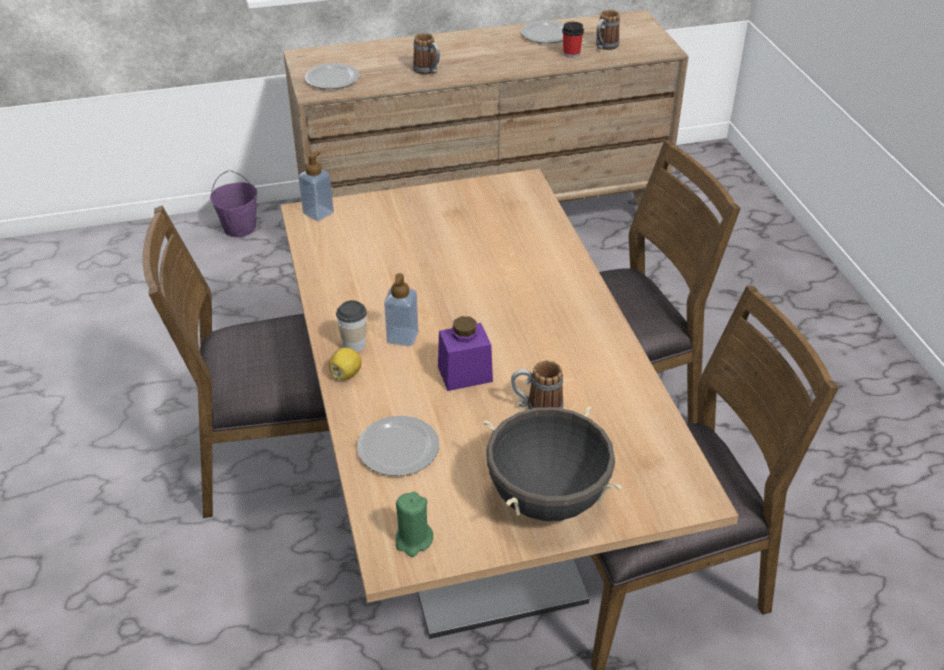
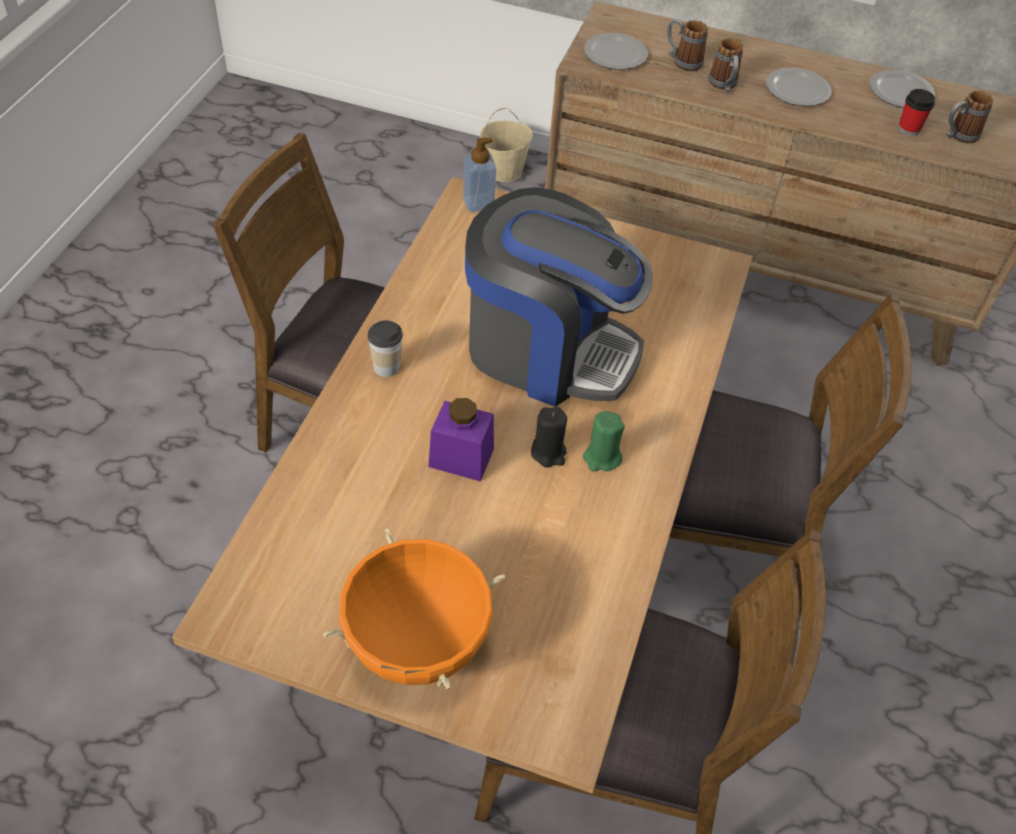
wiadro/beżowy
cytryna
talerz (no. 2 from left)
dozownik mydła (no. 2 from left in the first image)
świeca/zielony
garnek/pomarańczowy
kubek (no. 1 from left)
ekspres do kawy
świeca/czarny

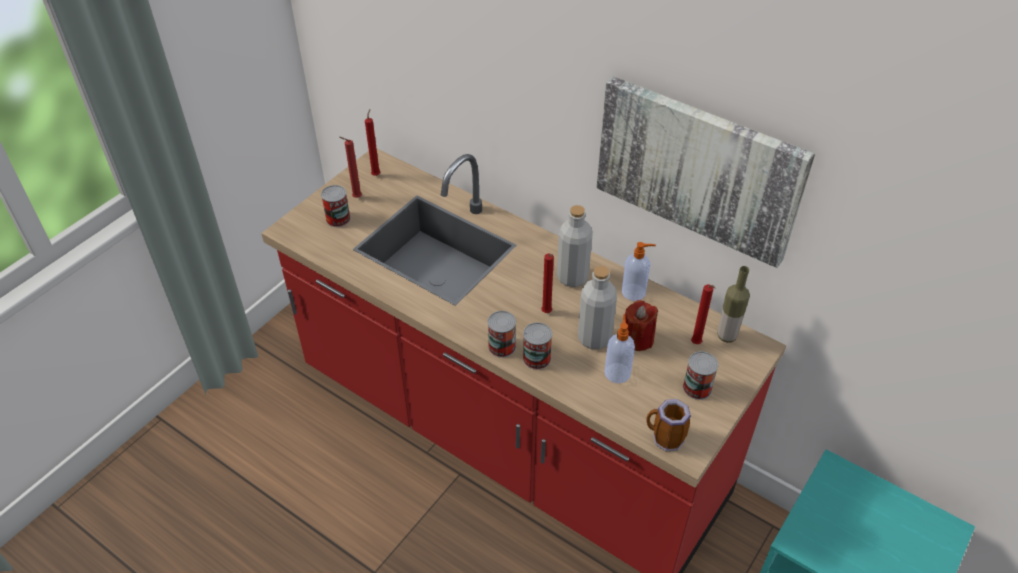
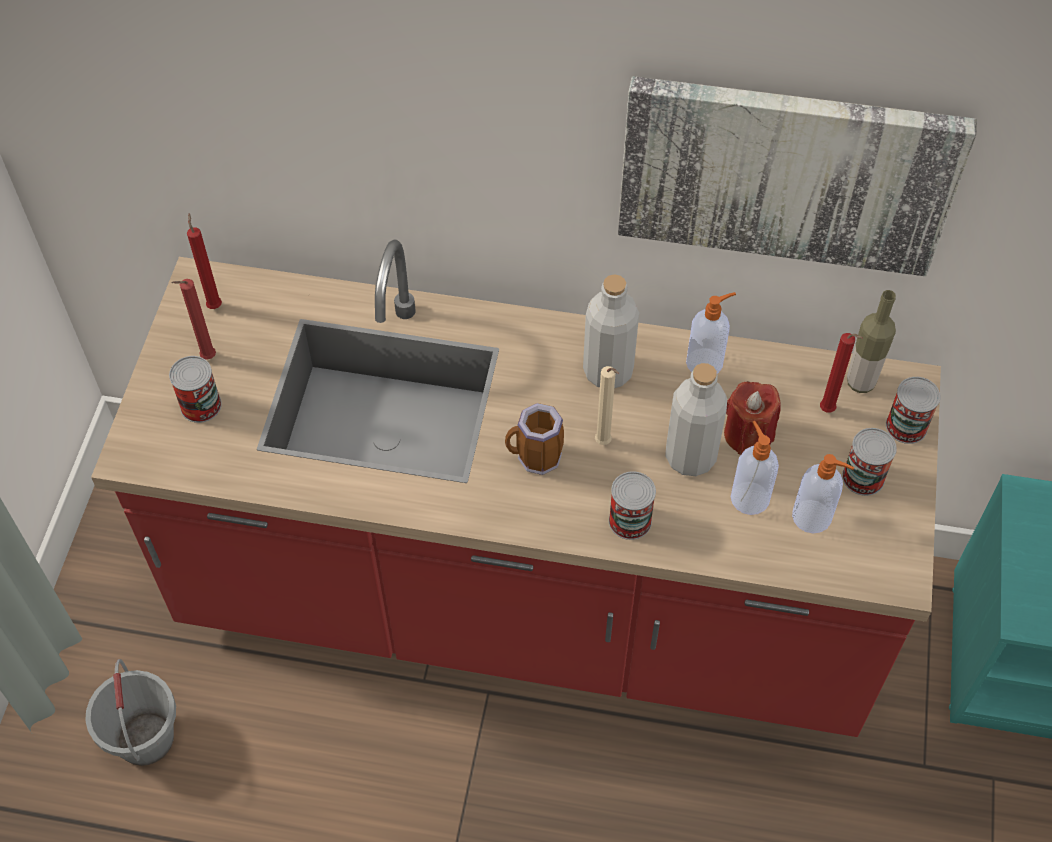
puszka (no. 4 from left)
świeca/beżowy
kubek
wiadro/szary
dozownik mydła (no. 3 from left)

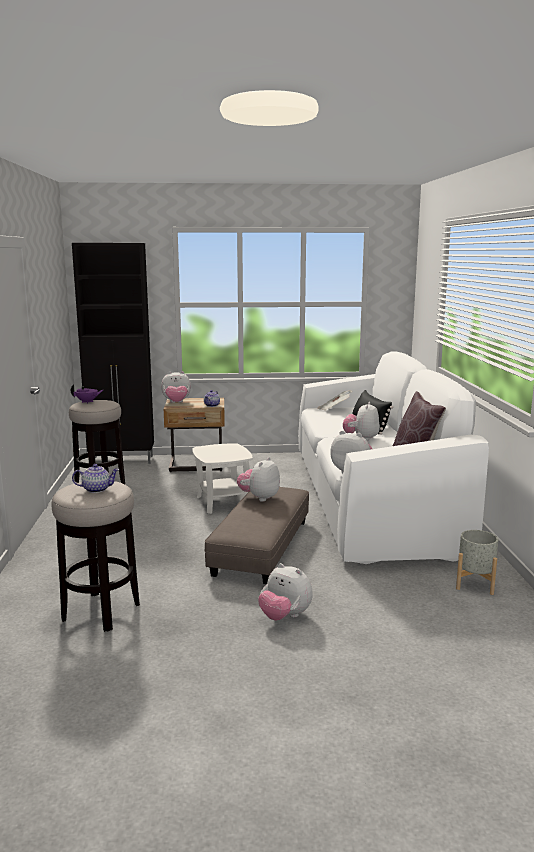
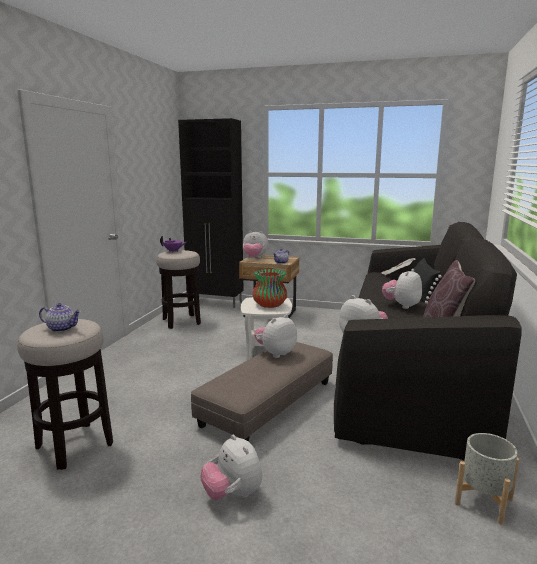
kanapa/czarny
wazon

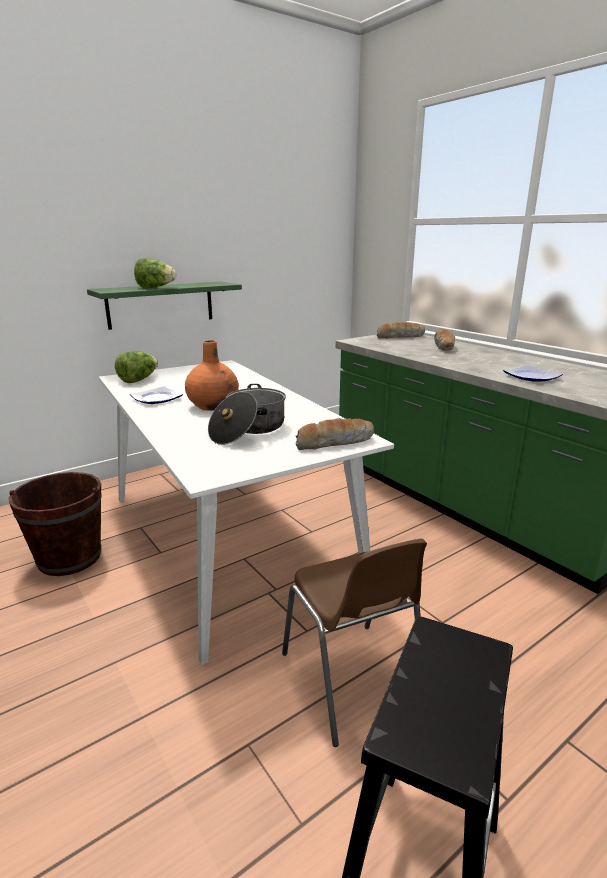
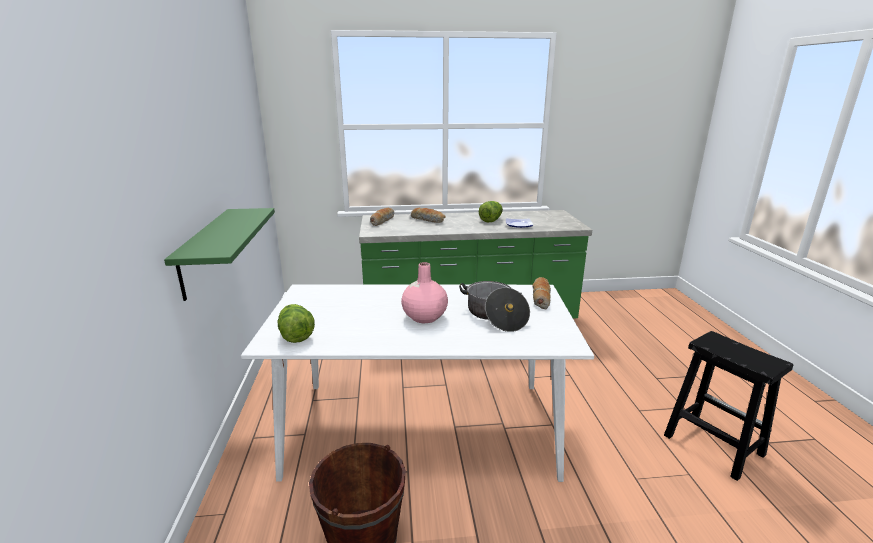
talerz (no. 1 from left in the first image)
sałata (no. 2 from left)
wazon/różowy
krzesło/brązowy

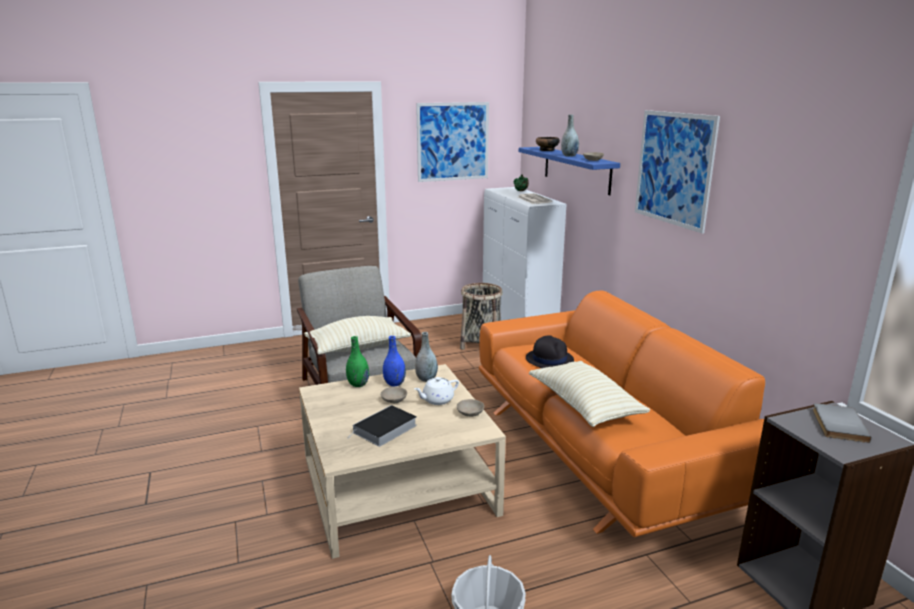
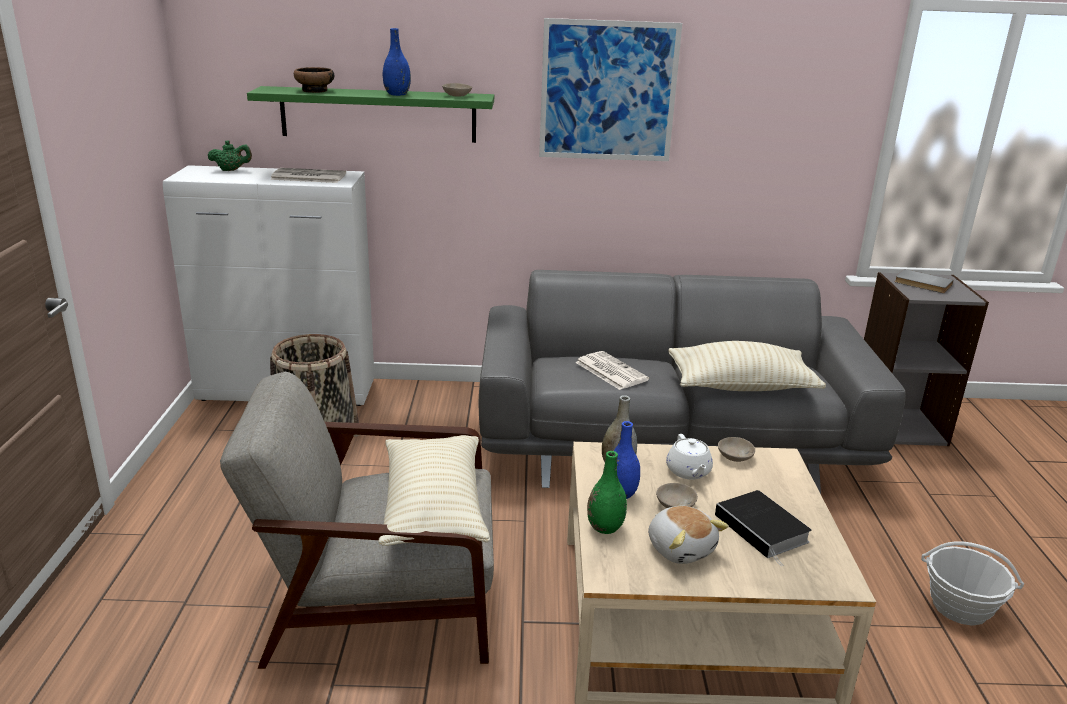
obraz (no. 1 from left in the first image)
kanapa/szary
półka/zielony
gazeta (no. 2 from left)
wazon/niebieski (no. 1 from left)
pluszak

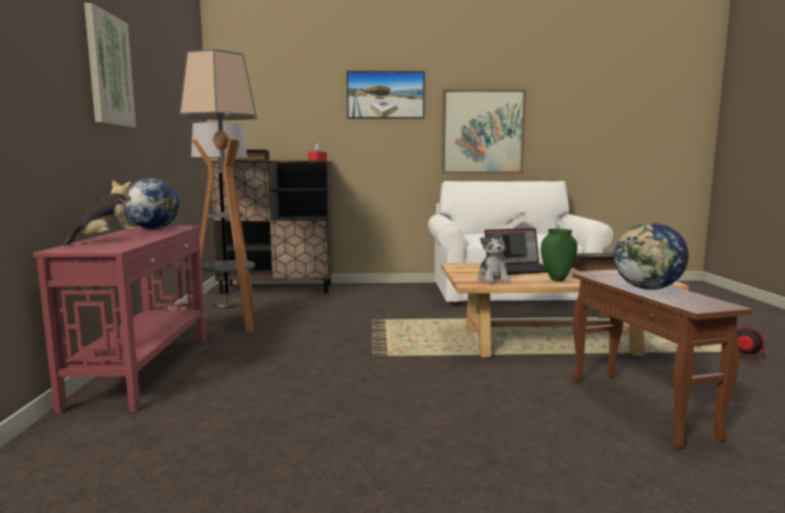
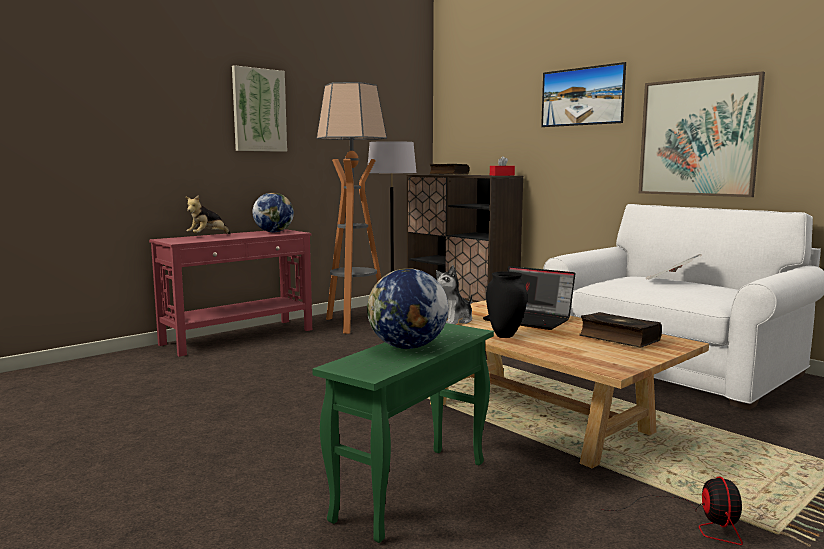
pluszak (no. 1 from left)
wazon/czarny
stolik/zielony

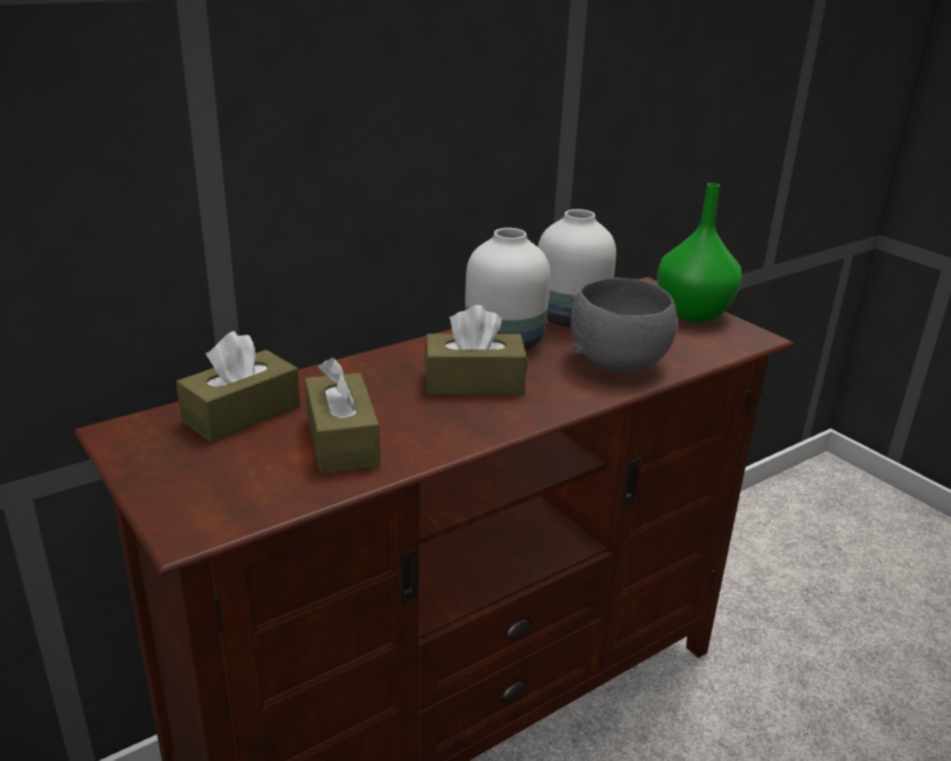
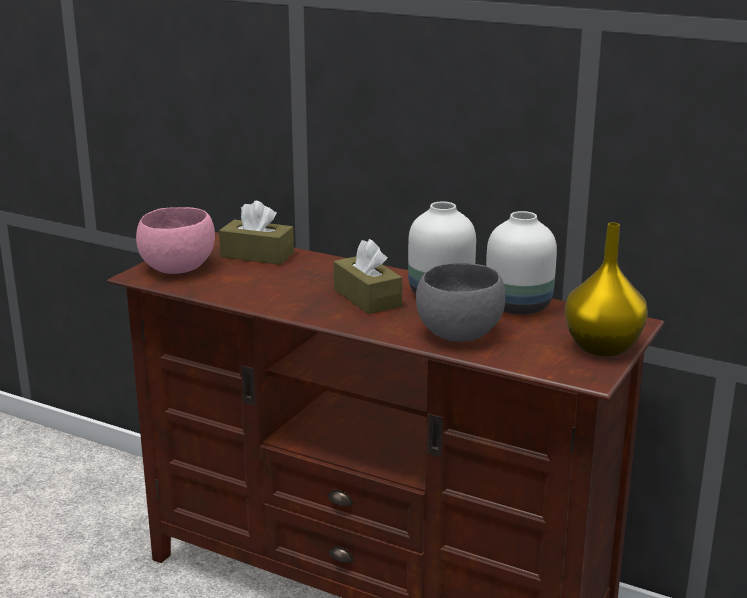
pudełko chusteczek/brązowy (no. 2 from left in the first image)
wazon/żółty
miska/różowy

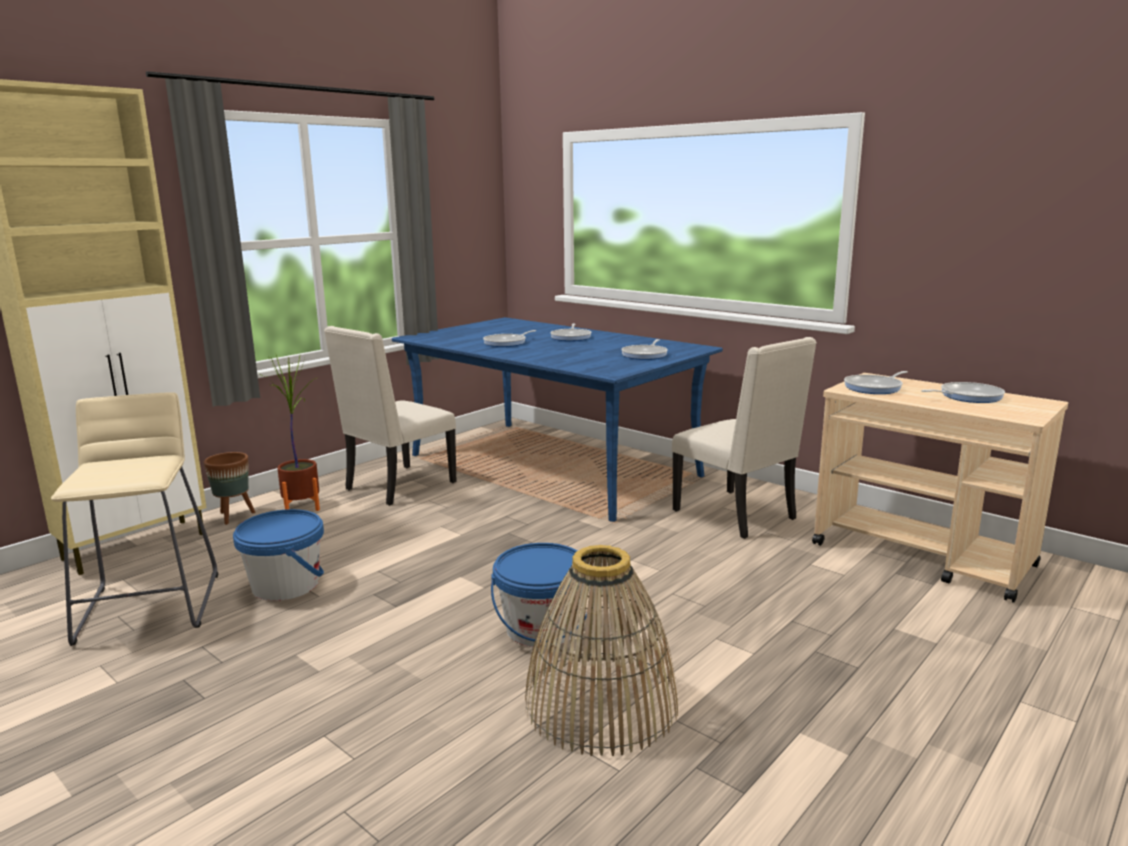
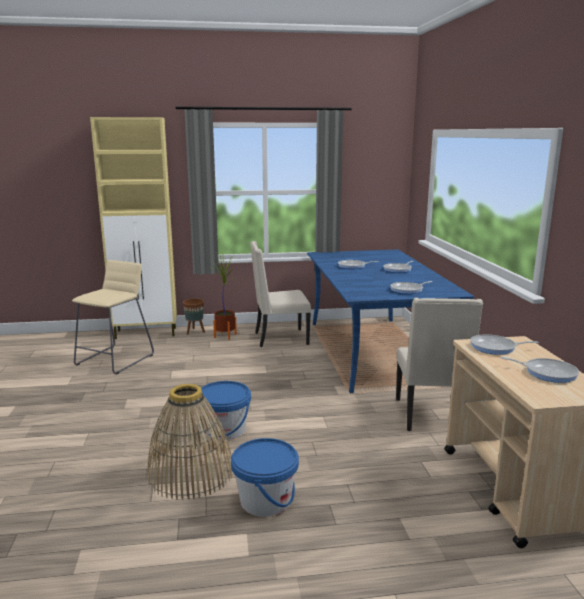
wiadro/niebieski (no. 2 from left)

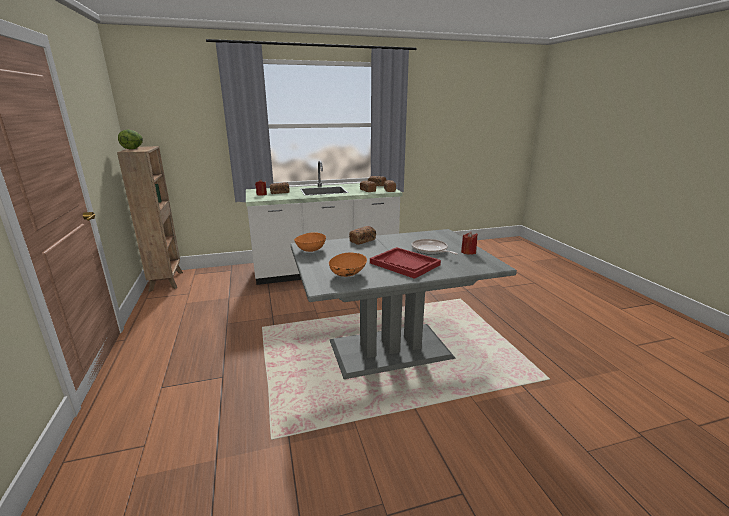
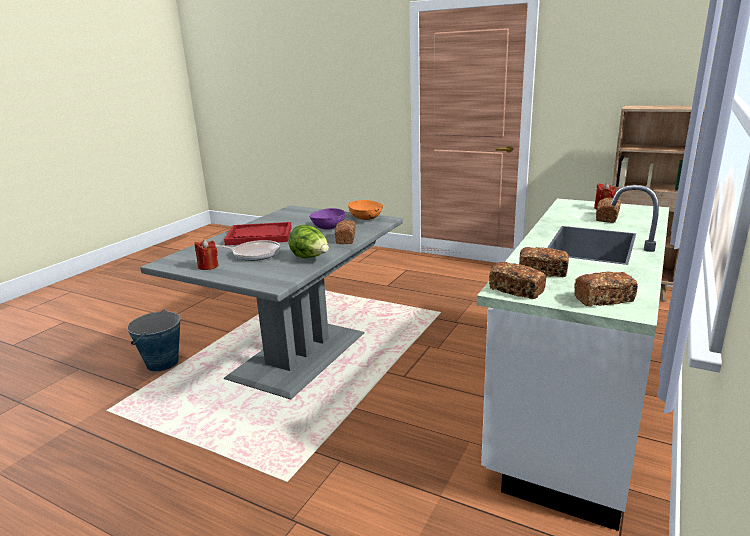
sałata
miska/pomarańczowy (no. 2 from left in the first image)
wiadro
miska/fioletowy

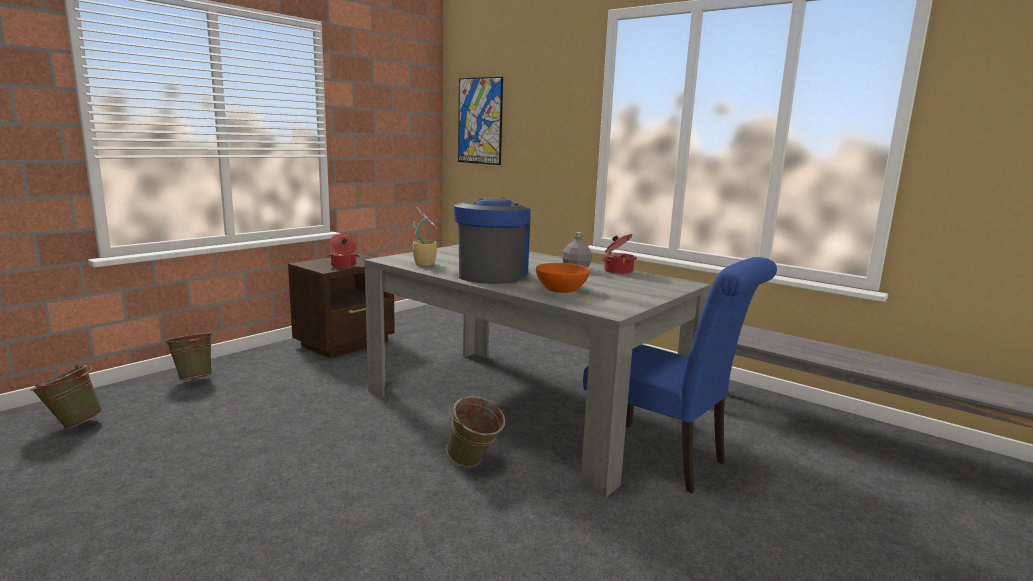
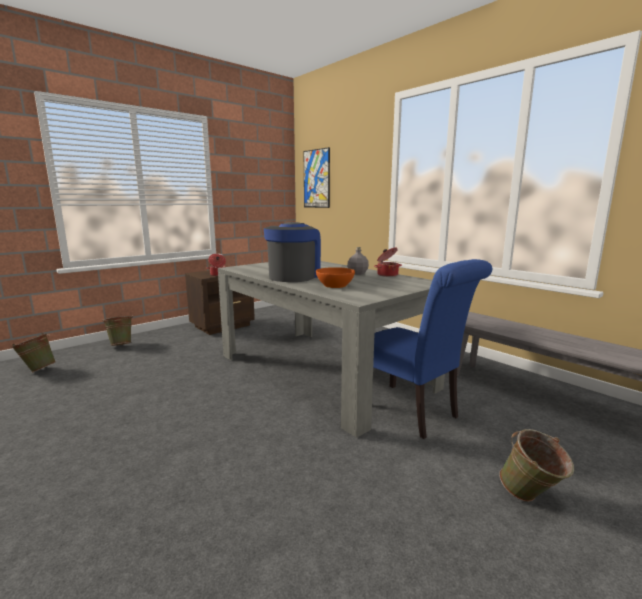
roślina doniczkowa
wiadro/zielony (no. 3 from left)

